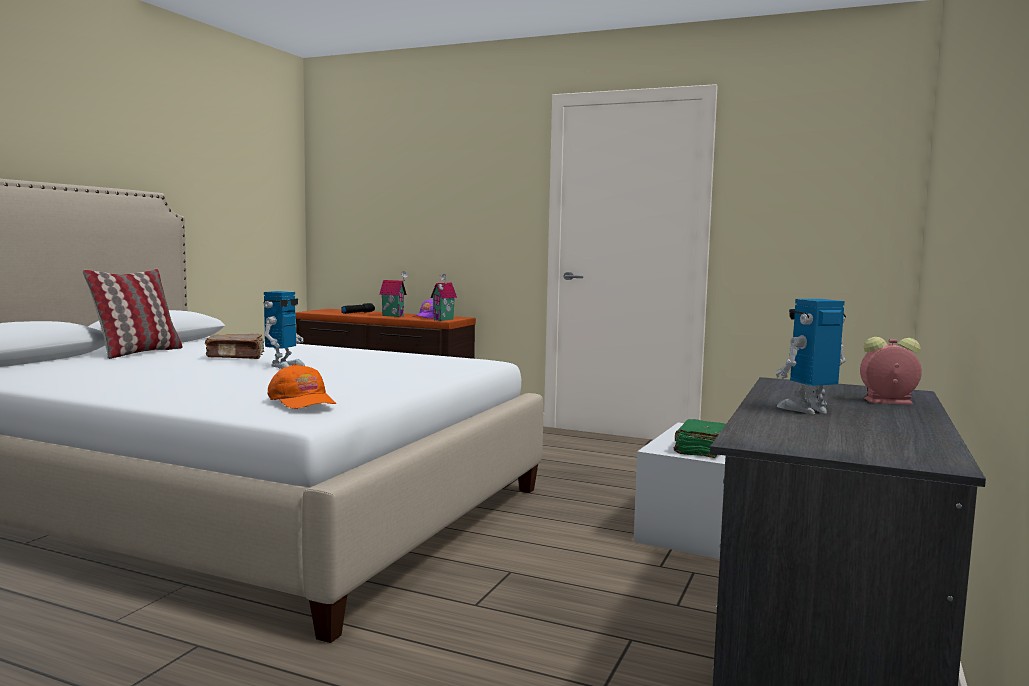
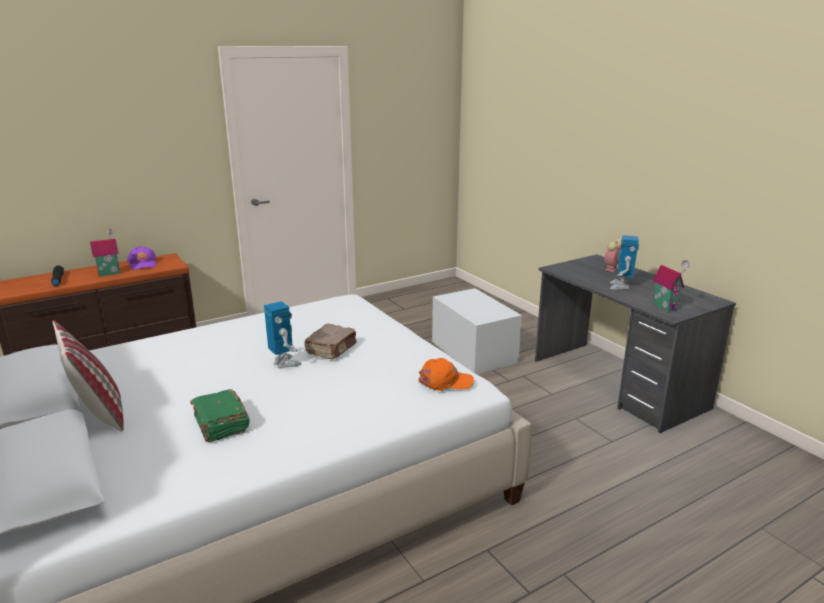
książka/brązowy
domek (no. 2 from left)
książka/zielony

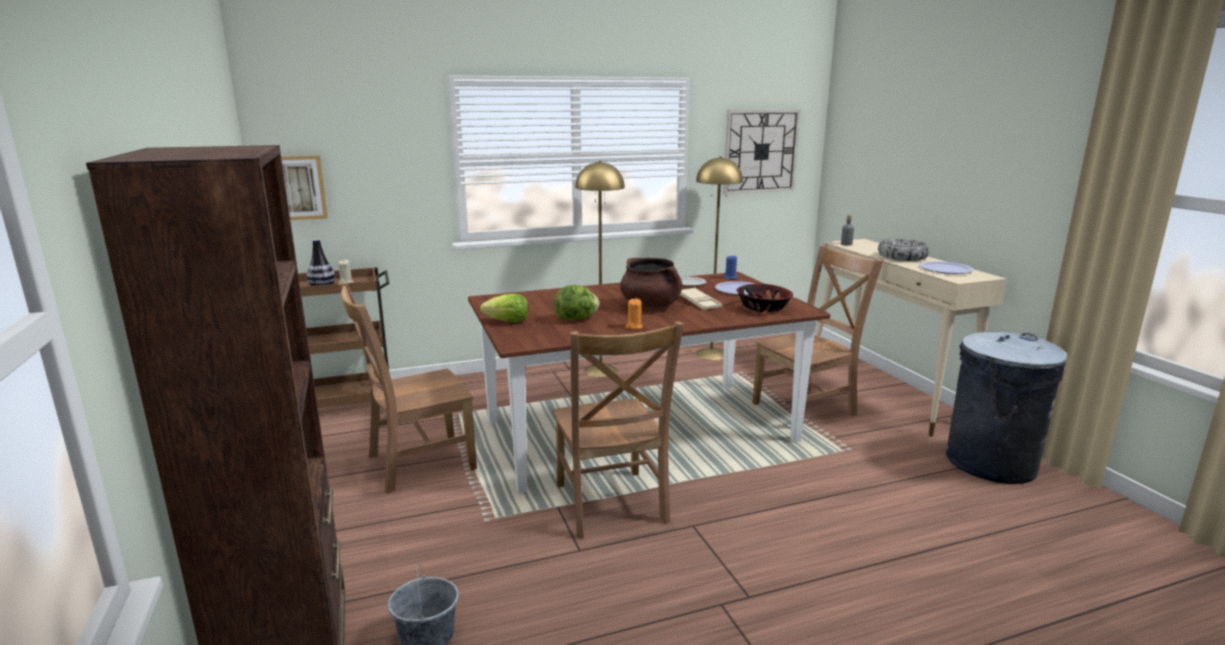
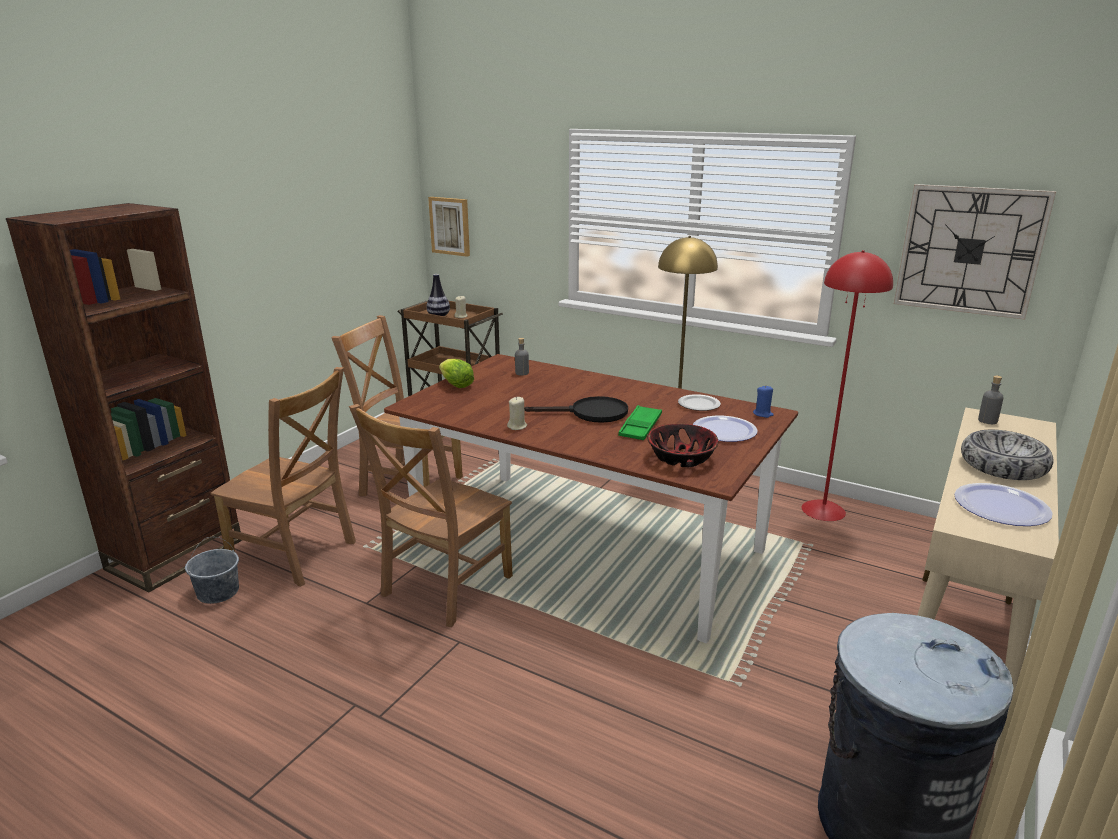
sałata (no. 2 from left in the first image)
patelnia/czarny
świeca/beżowy (no. 2 from left)
taca/zielony
lampa stojąca/czerwony
krzesło/brązowy (no. 1 from left)
butelka/szary (no. 1 from left)

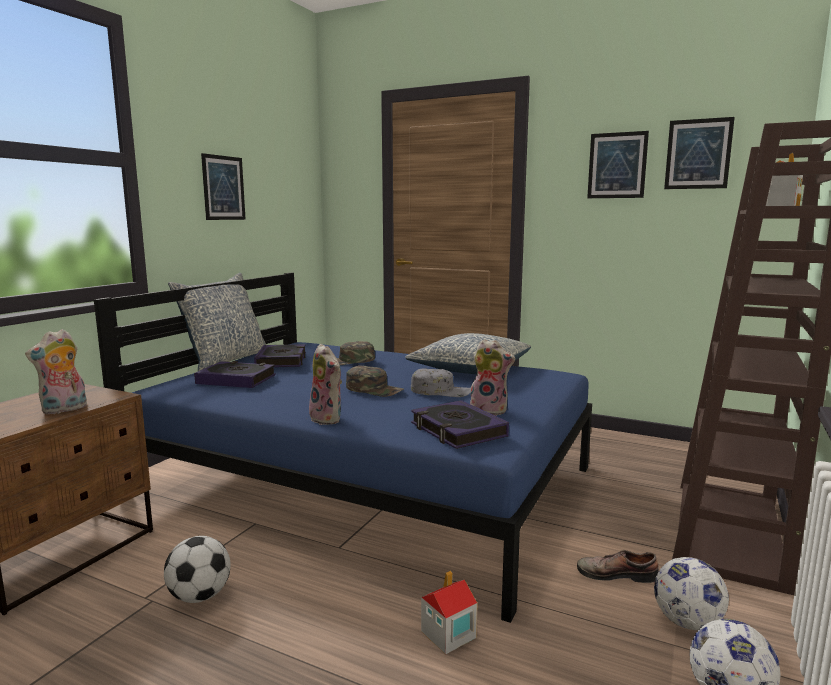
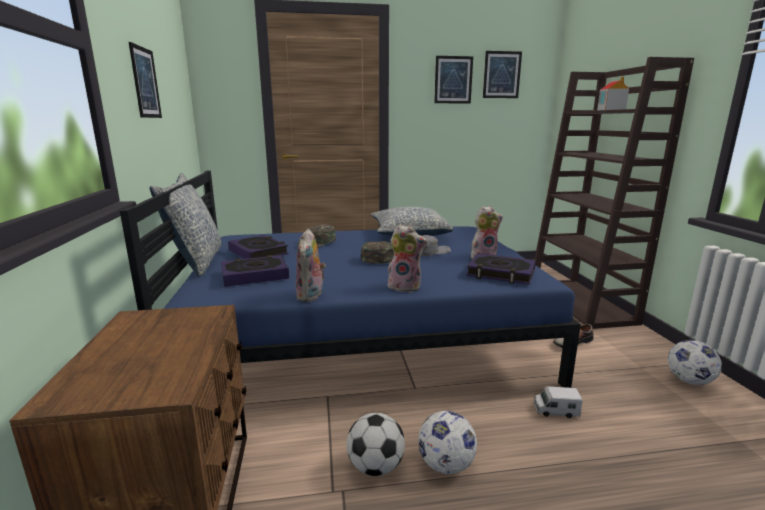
pluszak (no. 1 from left)
ciężarówka zabawkowa
piłka futbolowa (no. 2 from left)

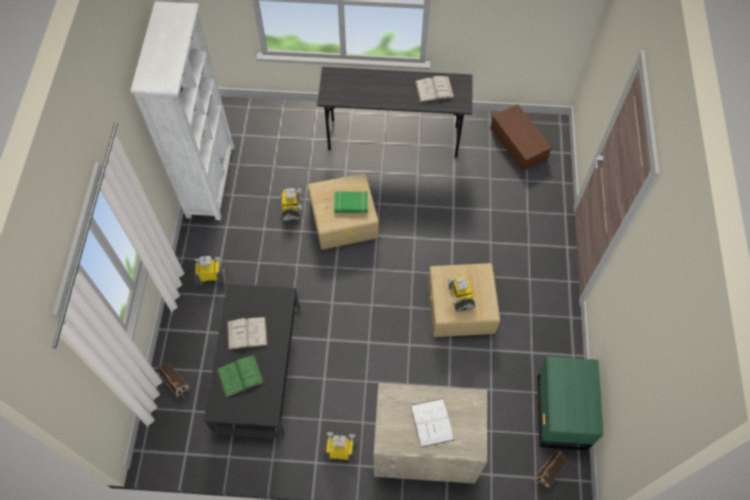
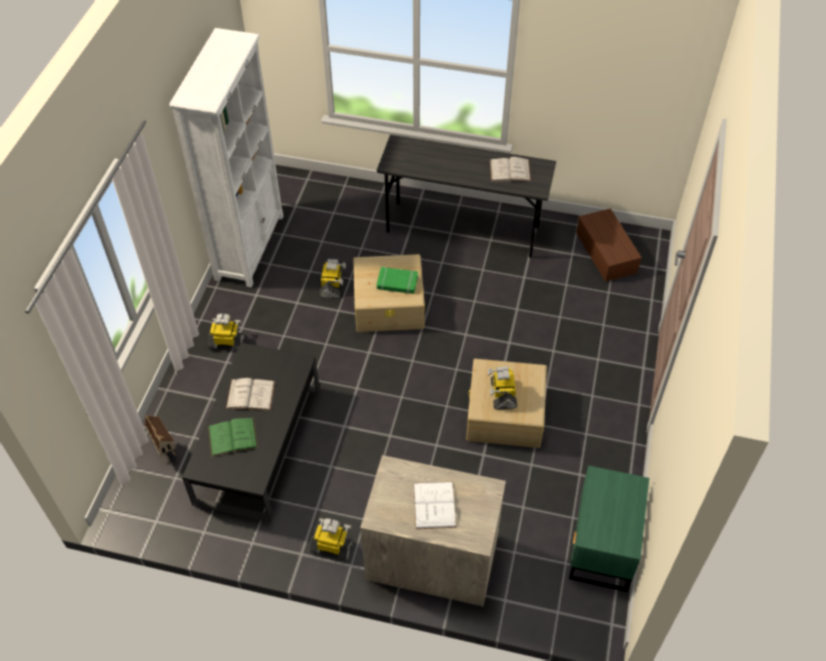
domek (no. 2 from left in the first image)

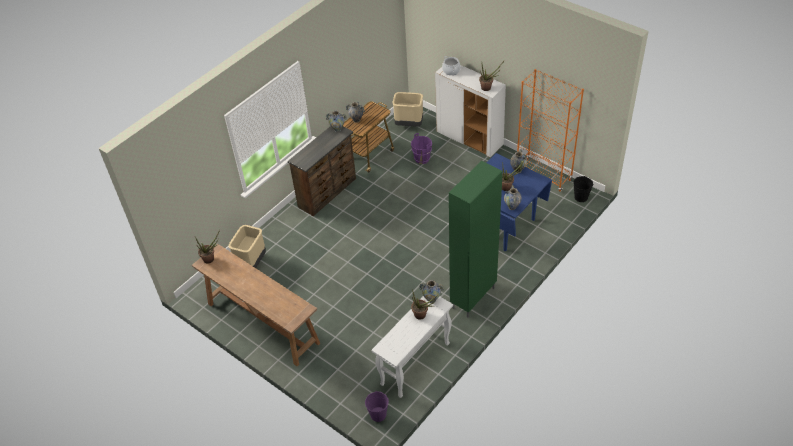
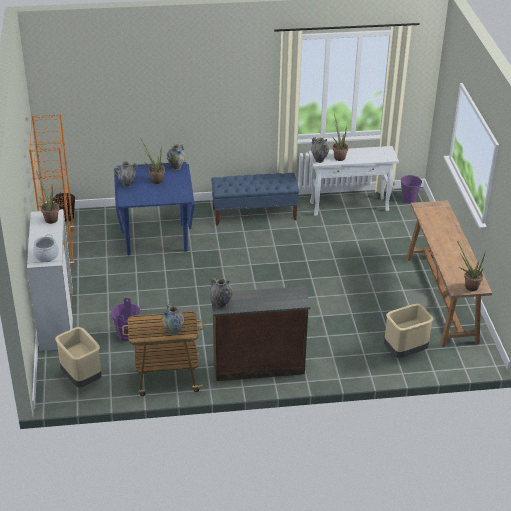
ławka/niebieski

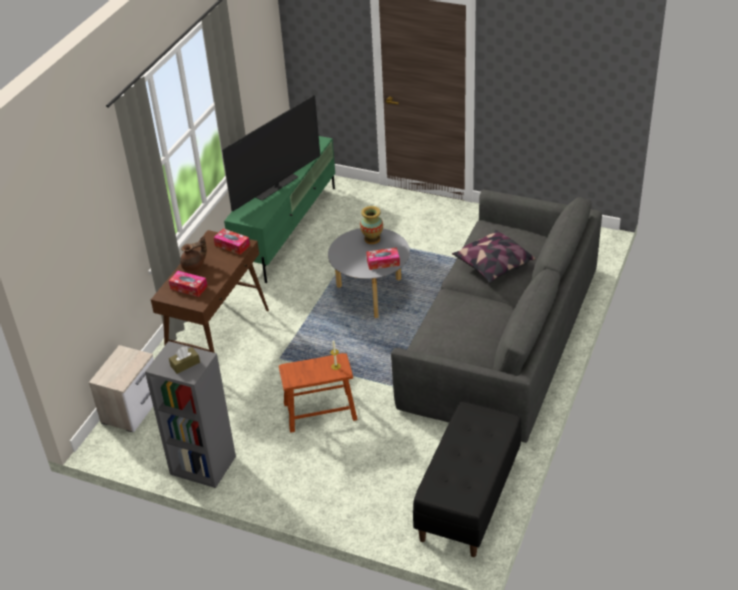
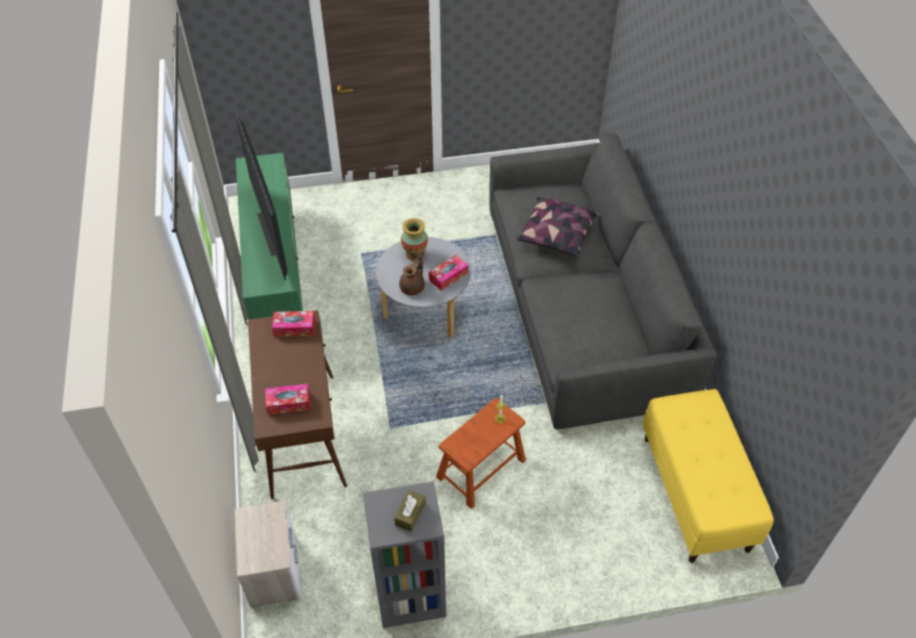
imbryk/brązowy
telewizor
ławka/żółty

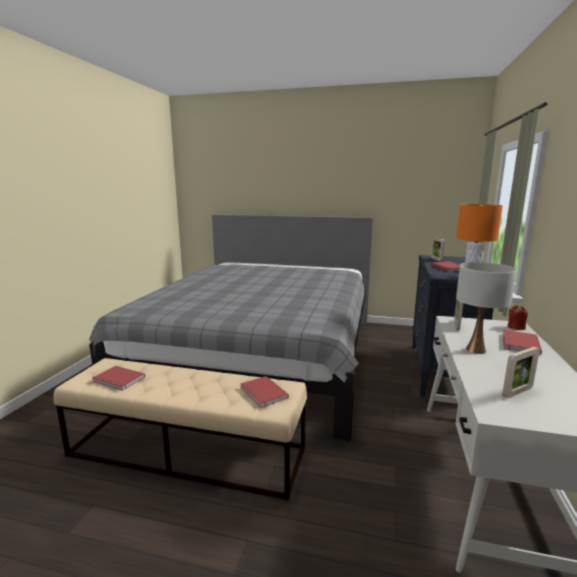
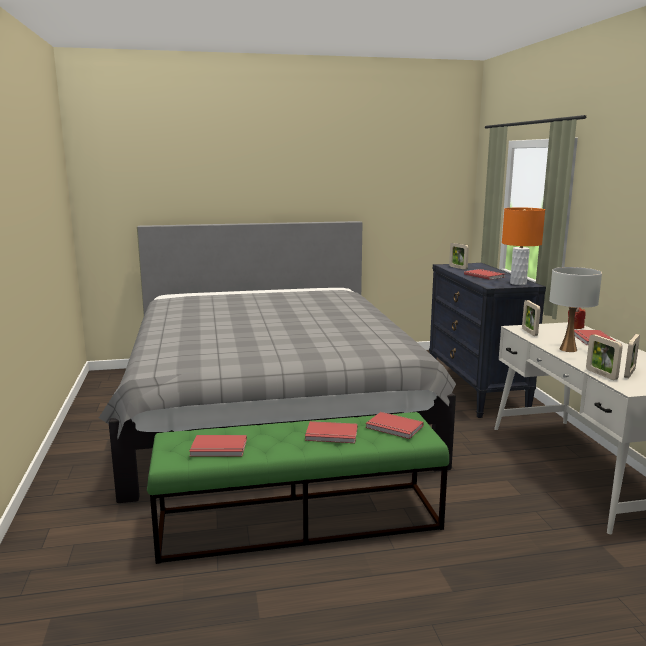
ławka/zielony
książka/czerwony (no. 2 from left)
ramka na zdjęcie (no. 3 from left)

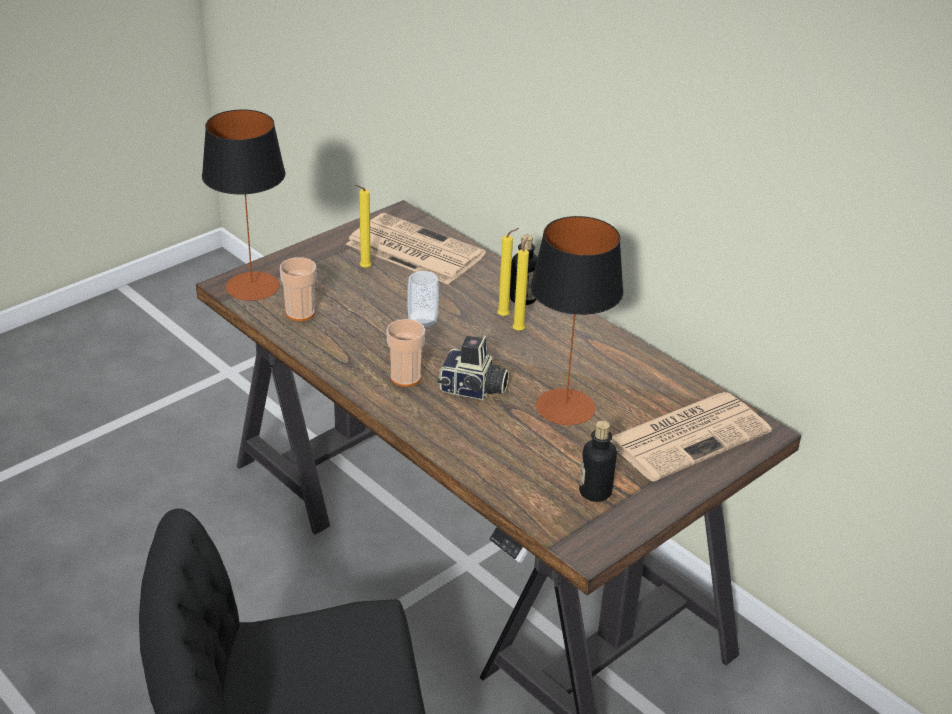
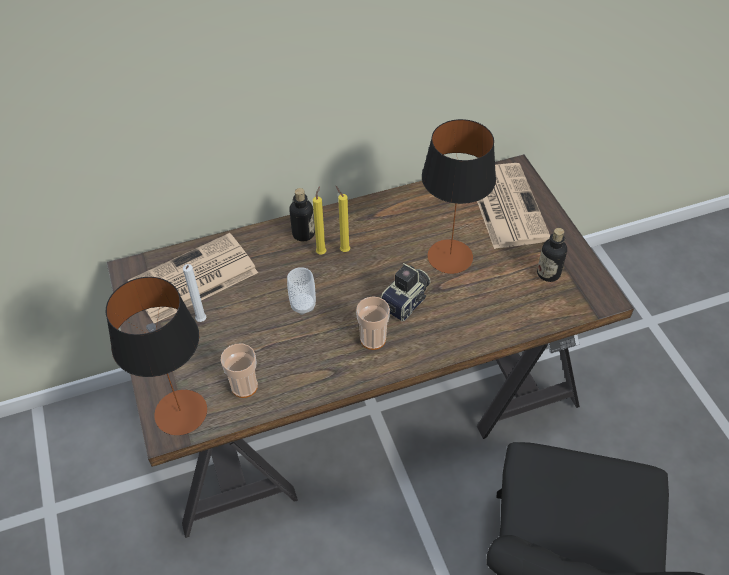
świeca/biały

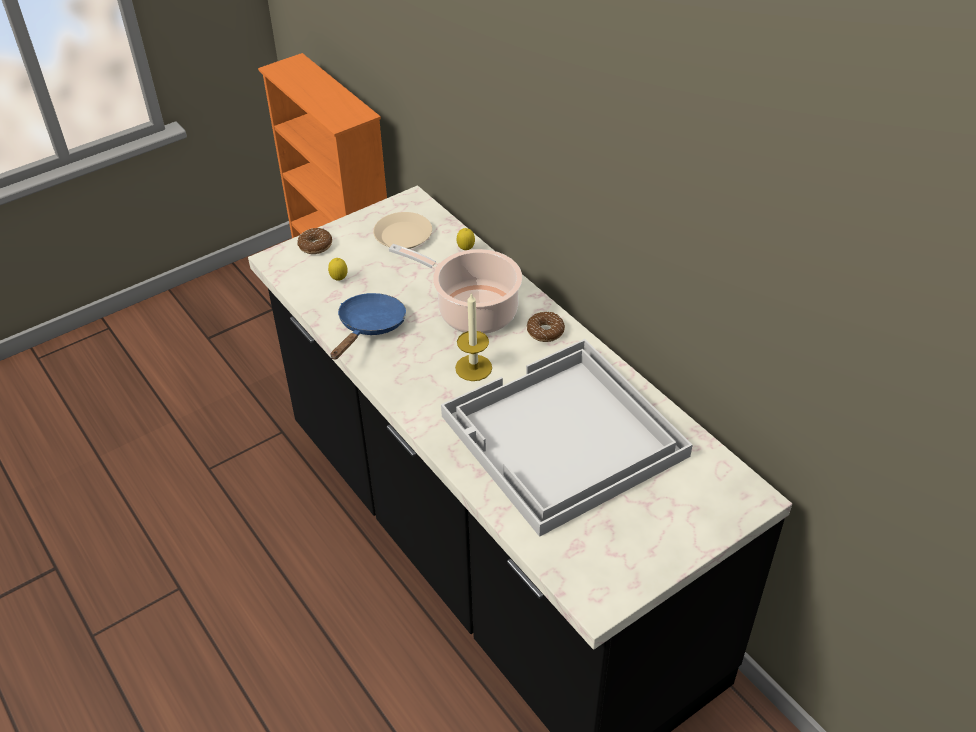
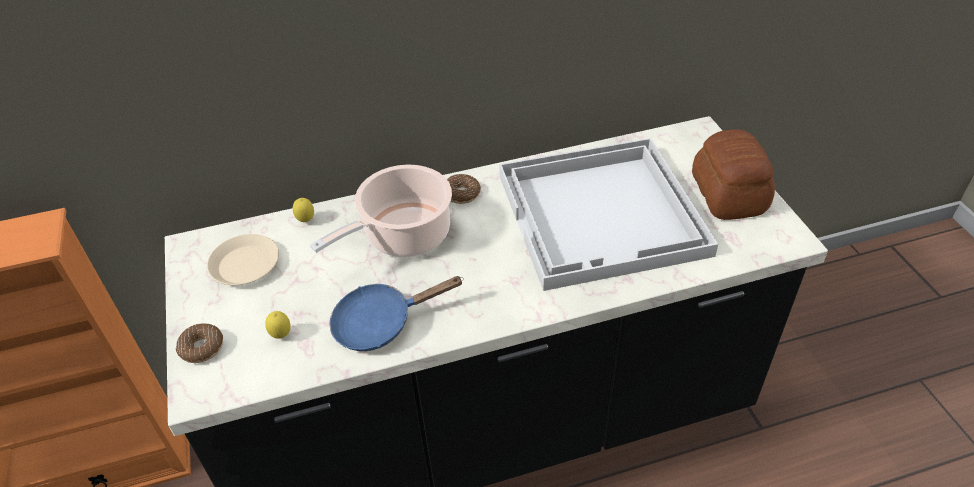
patelnia/niebieski
świeca
chleb

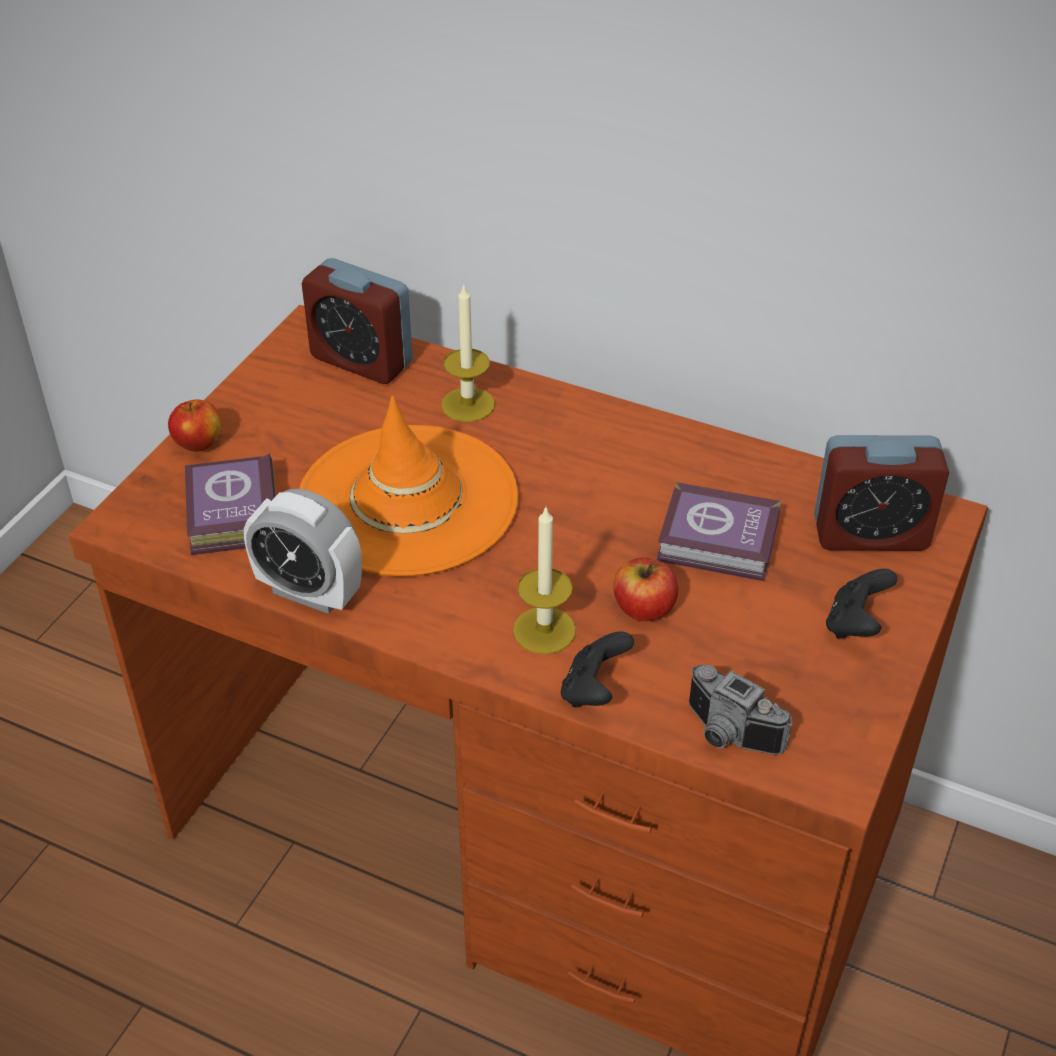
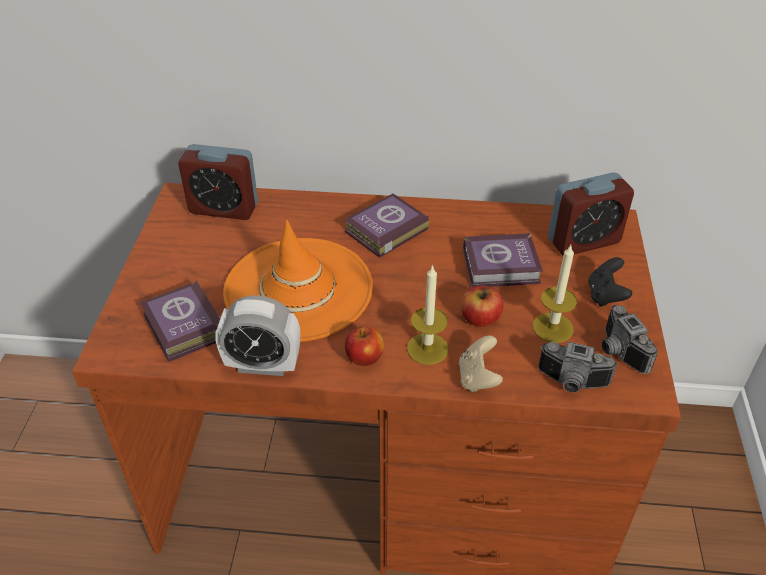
jabłko (no. 1 from left)
świeca (no. 2 from left)
pad do gier/beżowy
książka (no. 2 from left)
aparat fotograficzny (no. 2 from left)

